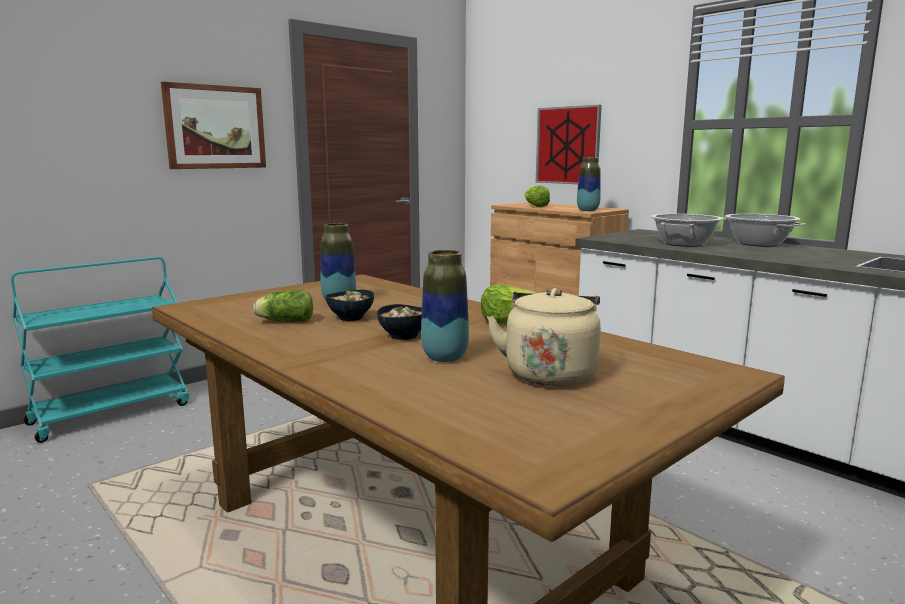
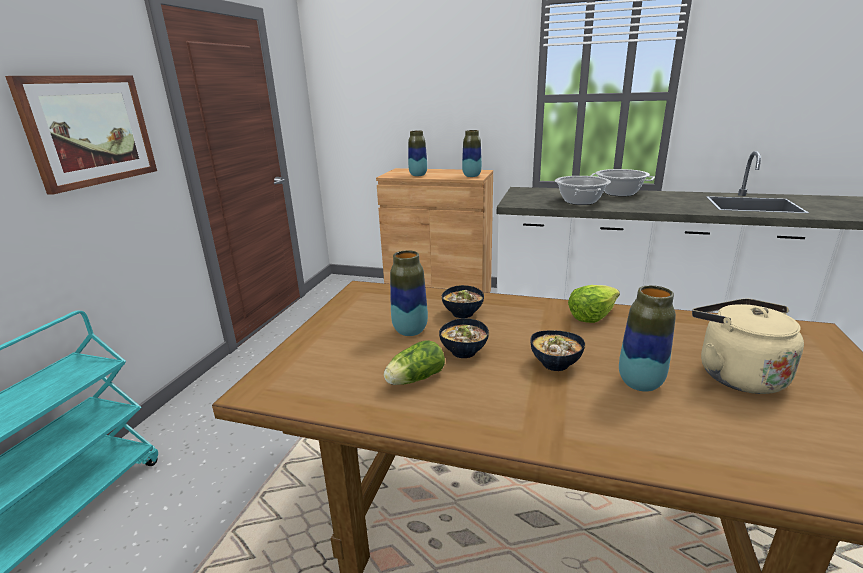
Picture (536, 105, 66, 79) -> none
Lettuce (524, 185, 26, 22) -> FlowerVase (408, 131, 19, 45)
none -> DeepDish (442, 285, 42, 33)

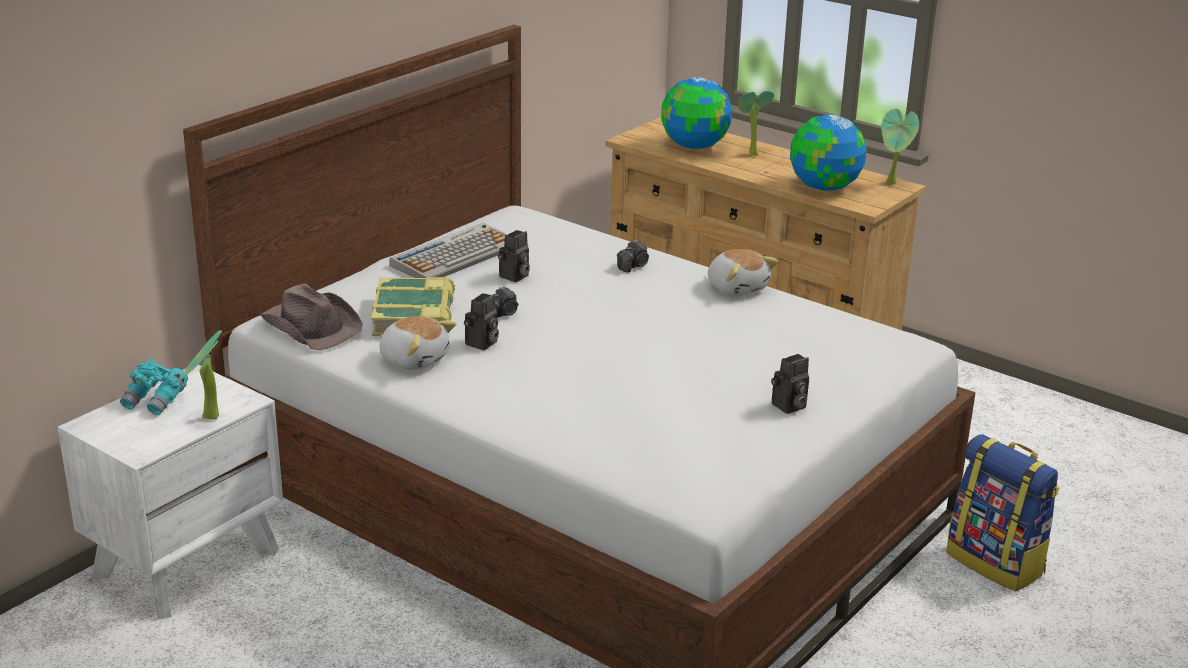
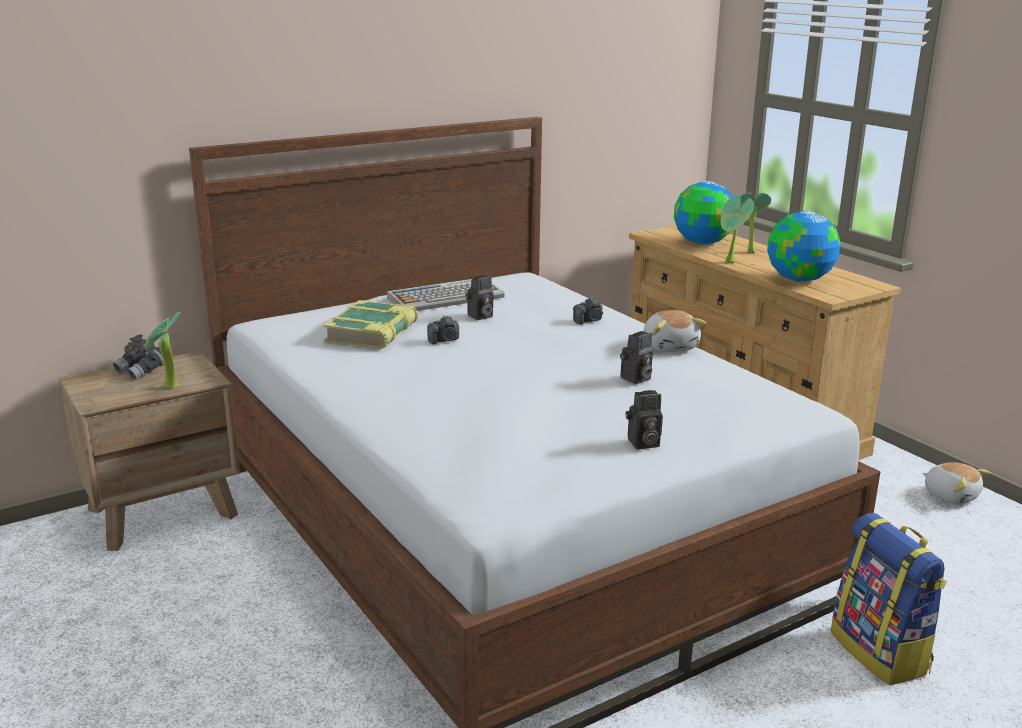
Houseplant (881, 109, 38, 76) -> Houseplant (721, 196, 33, 68), relocated
BrownColouredHat (260, 284, 103, 66) -> none
PhotoCamera (464, 293, 35, 57) -> PhotoCamera (620, 331, 33, 53), relocated
SoftToy (379, 316, 77, 54) -> SoftToy (923, 462, 68, 42), relocated
TurquoiseColouredBinoculars (120, 359, 68, 56) -> GreyishBinoculars (113, 334, 51, 46)
WhiteColouredNightTable (58, 365, 225, 254) -> BrownColouredNightTable (59, 351, 181, 200)

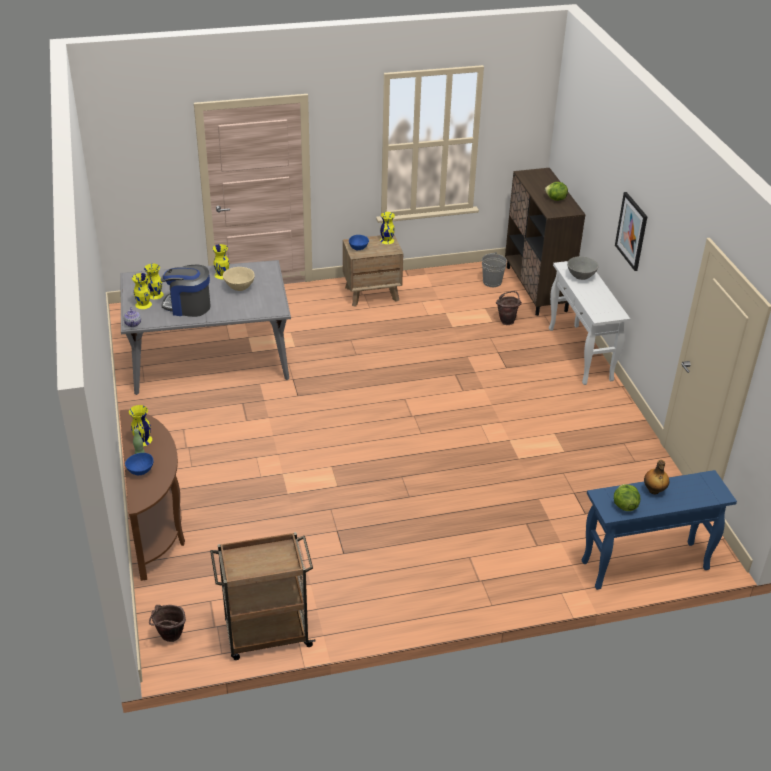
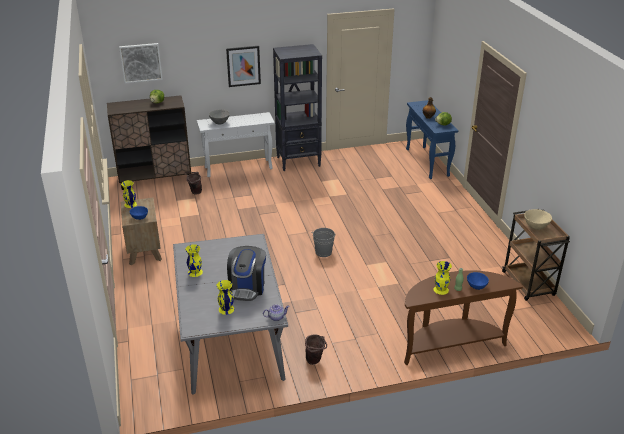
GreyishWaterBucket (482, 252, 25, 35) -> GreyishWaterBucket (311, 228, 25, 29), relocated
BeigeColouredDeepDish (223, 267, 32, 24) -> BeigeColouredDeepDish (524, 209, 28, 21), relocated
YellowishFlowerVase (132, 273, 20, 36) -> none
BrownColouredWaterBucket (149, 605, 37, 37) -> BrownColouredWaterBucket (305, 334, 22, 31), relocated
none -> Picture (119, 43, 44, 40)
none -> BlackishShelvingUnit (273, 44, 49, 127)

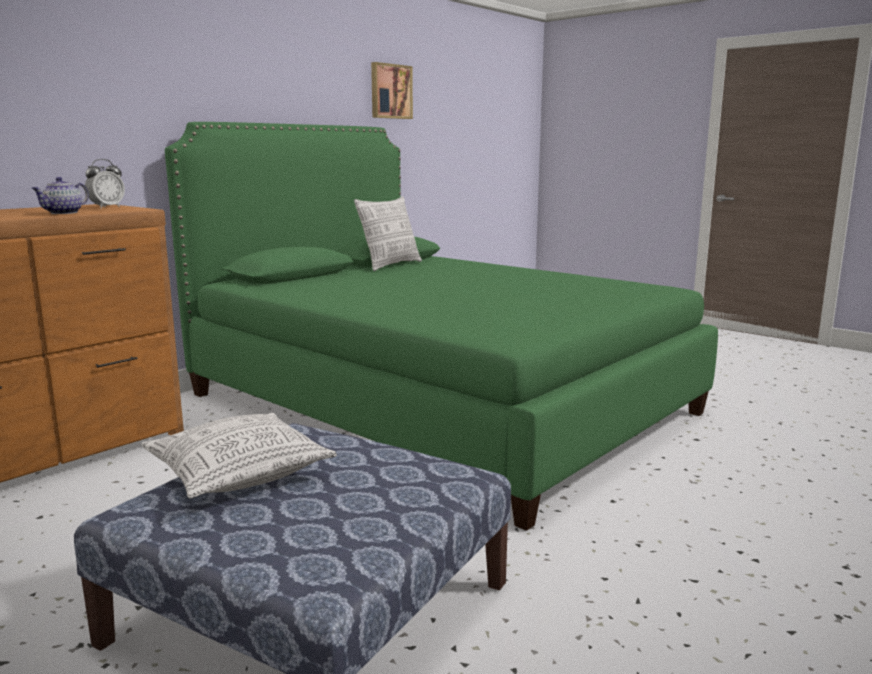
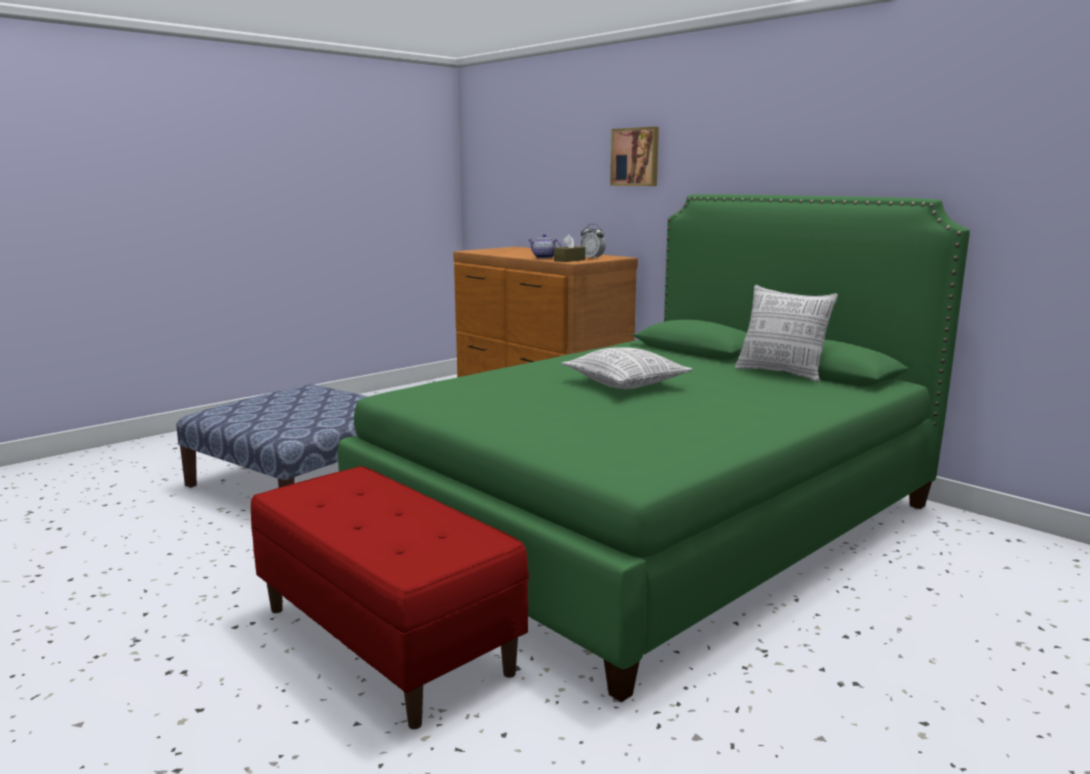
Picture (371, 62, 42, 57) -> Picture (610, 127, 49, 59), relocated
Cushion (141, 413, 196, 85) -> Cushion (562, 347, 131, 42), relocated
none -> BrownColouredTissueBox (554, 235, 31, 27)
none -> ReddishIndoorBench (251, 466, 278, 263)

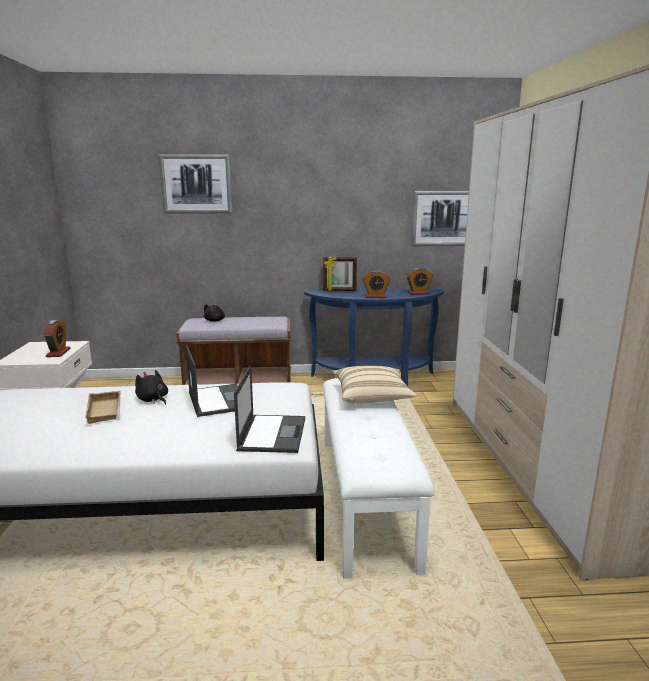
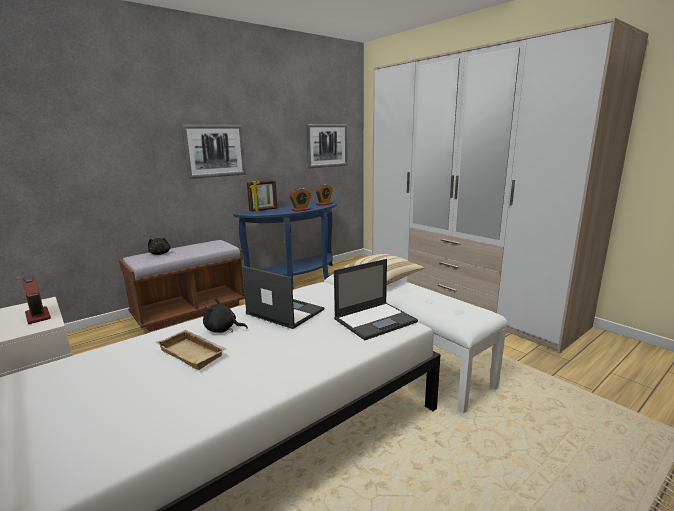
Picture (159, 154, 73, 60) -> Picture (181, 125, 65, 54), relocated
Laptop (234, 365, 71, 88) -> Laptop (334, 259, 84, 81), 90 degrees clockwise

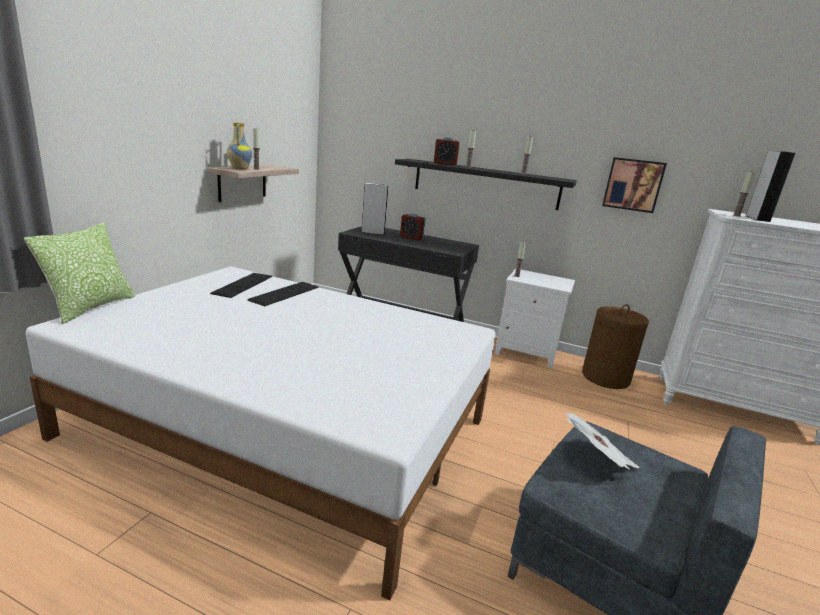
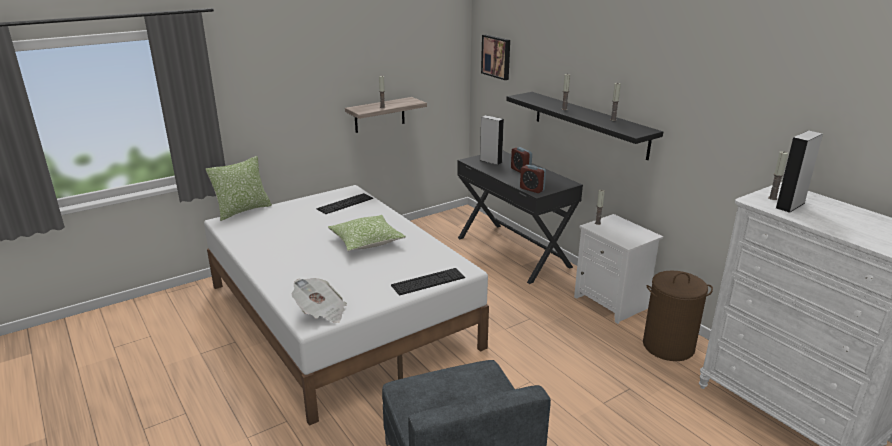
FlowerVase (227, 123, 25, 47) -> none
BedsideClock (434, 137, 26, 29) -> BedsideClock (520, 165, 26, 28), relocated
Picture (602, 157, 65, 56) -> Picture (481, 35, 29, 45), relocated
PcKeyboard (248, 282, 70, 24) -> PcKeyboard (391, 268, 74, 27), relocated
PrintedPaper (566, 413, 74, 57) -> PrintedPaper (292, 278, 55, 45), relocated
none -> Cushion (328, 215, 78, 36)

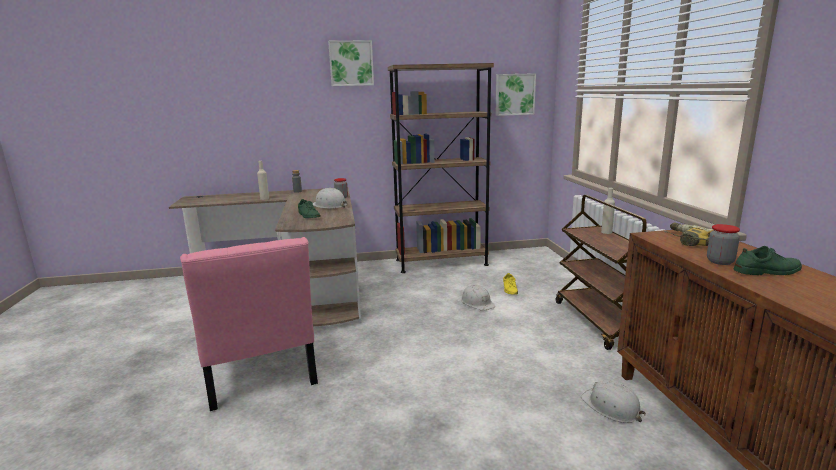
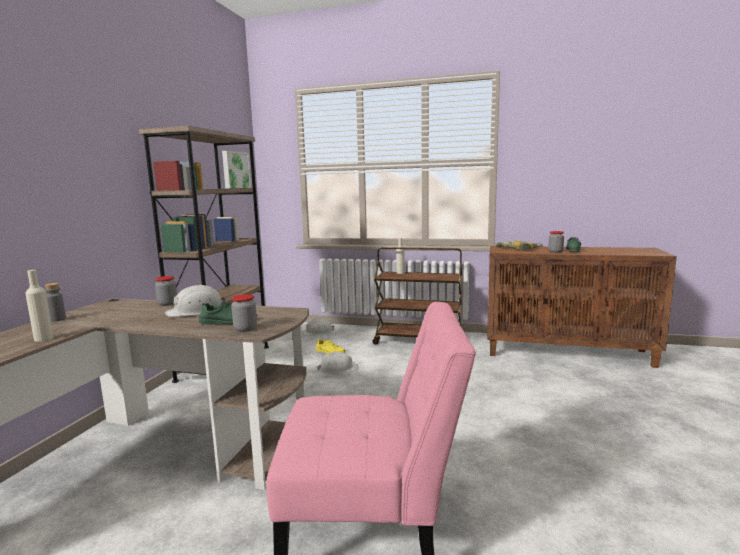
Picture (328, 40, 46, 46) -> none
WhiteColouredSafetyHelmet (581, 380, 65, 43) -> WhiteColouredSafetyHelmet (302, 318, 32, 17), relocated
none -> StorageJar (231, 294, 26, 38)

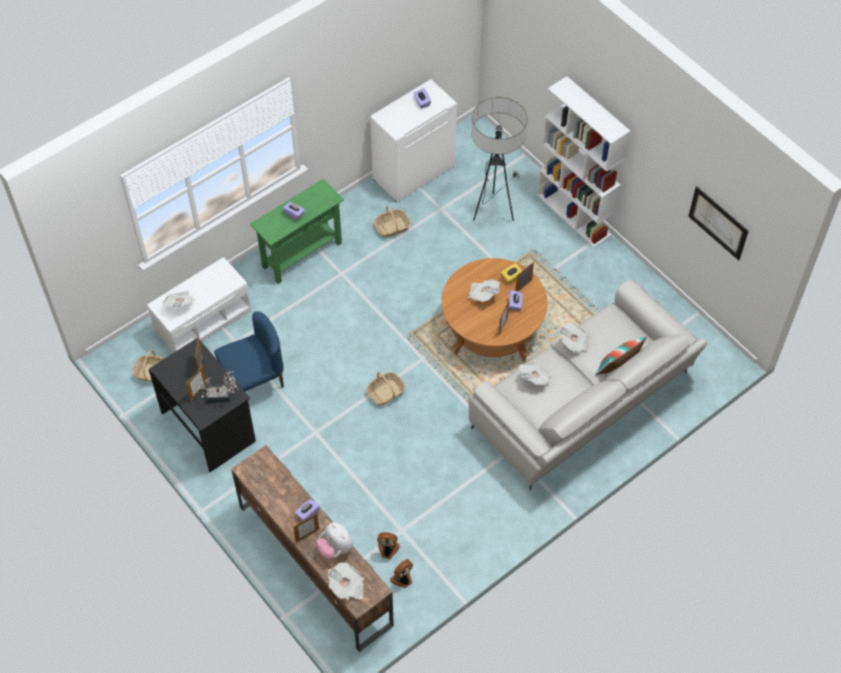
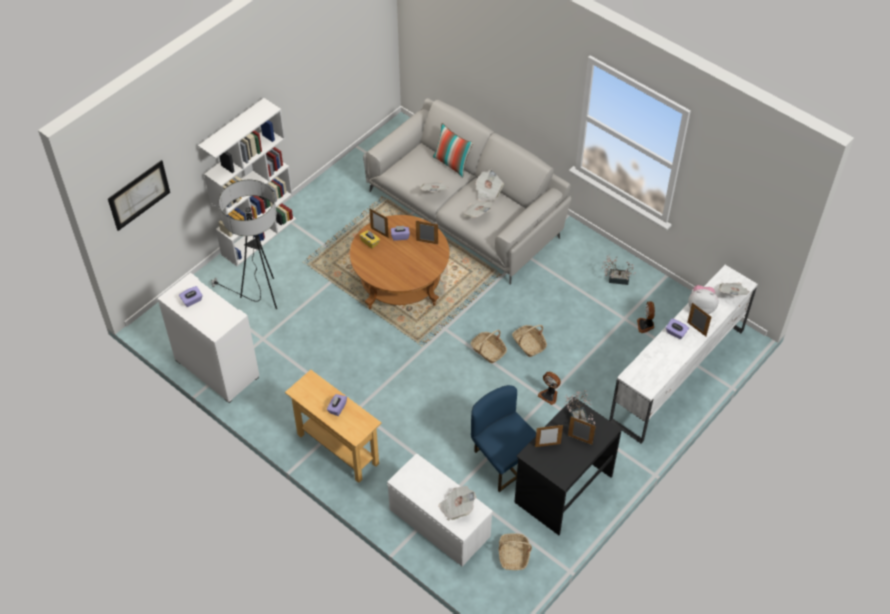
GreenHallTable (250, 179, 94, 105) -> BeigeColouredHallTable (285, 370, 97, 113)
Picture (688, 186, 60, 75) -> Picture (108, 160, 62, 71), relocated
StorageBasket (374, 205, 37, 32) -> StorageBasket (512, 325, 35, 32), relocated
PrintedPaper (468, 279, 32, 23) -> PrintedPaper (475, 170, 29, 31), relocated
BrownColouredTvStand (231, 445, 163, 207) -> WhiteColouredTvStand (609, 265, 149, 179)
SoftToy (316, 522, 37, 38) -> SoftToy (688, 285, 31, 29), 120 degrees counterclockwise
CoolingFan (390, 559, 23, 29) -> CoolingFan (538, 372, 23, 33), relocated
none -> Houseplant (602, 256, 34, 29)

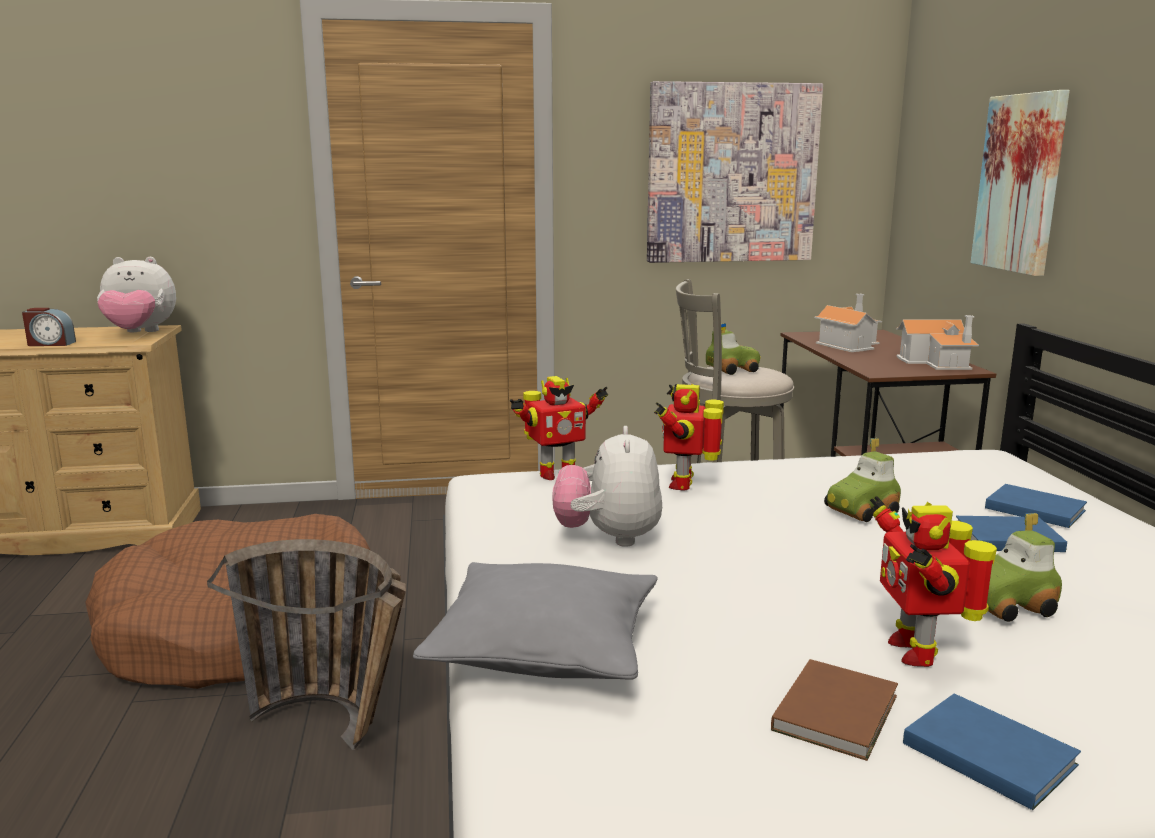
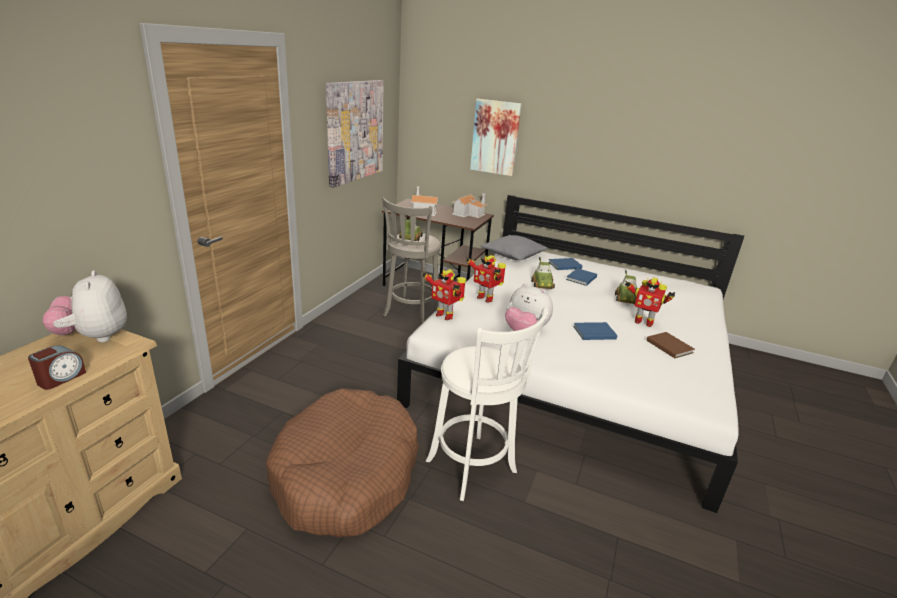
SoftToy (97, 257, 79, 75) -> SoftToy (43, 270, 84, 72), 135 degrees clockwise
RobotFigure (510, 376, 98, 104) -> RobotFigure (422, 269, 44, 51), 120 degrees clockwise
StorageBasket (207, 539, 199, 211) -> WhiteColouredStoolSeat (426, 307, 122, 194)
GreyishCushion (413, 562, 245, 118) -> GreyishCushion (481, 235, 67, 25), relocated
BluishBoundBook (903, 694, 178, 116) -> BluishBoundBook (573, 322, 44, 18), relocated

